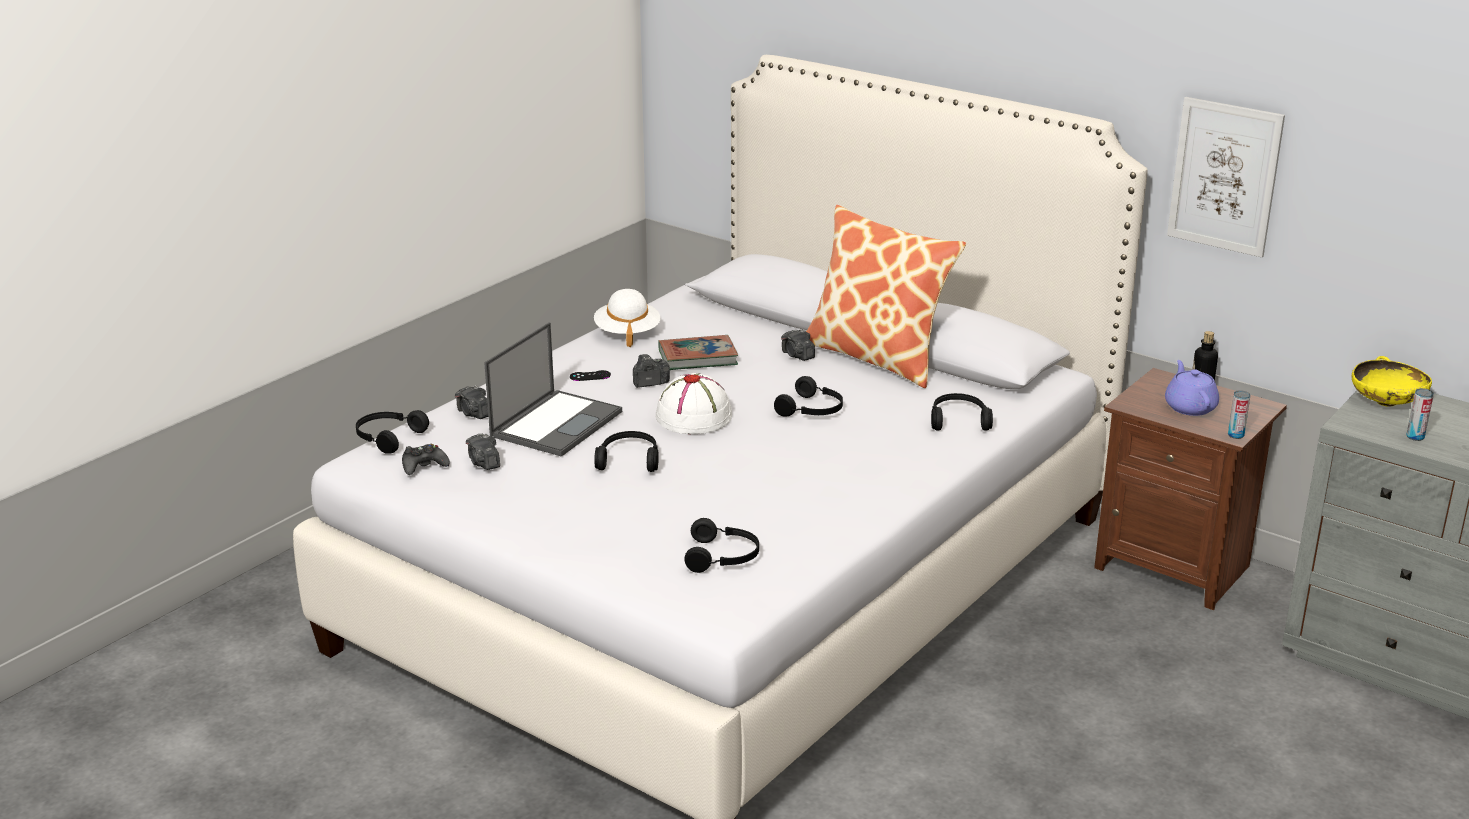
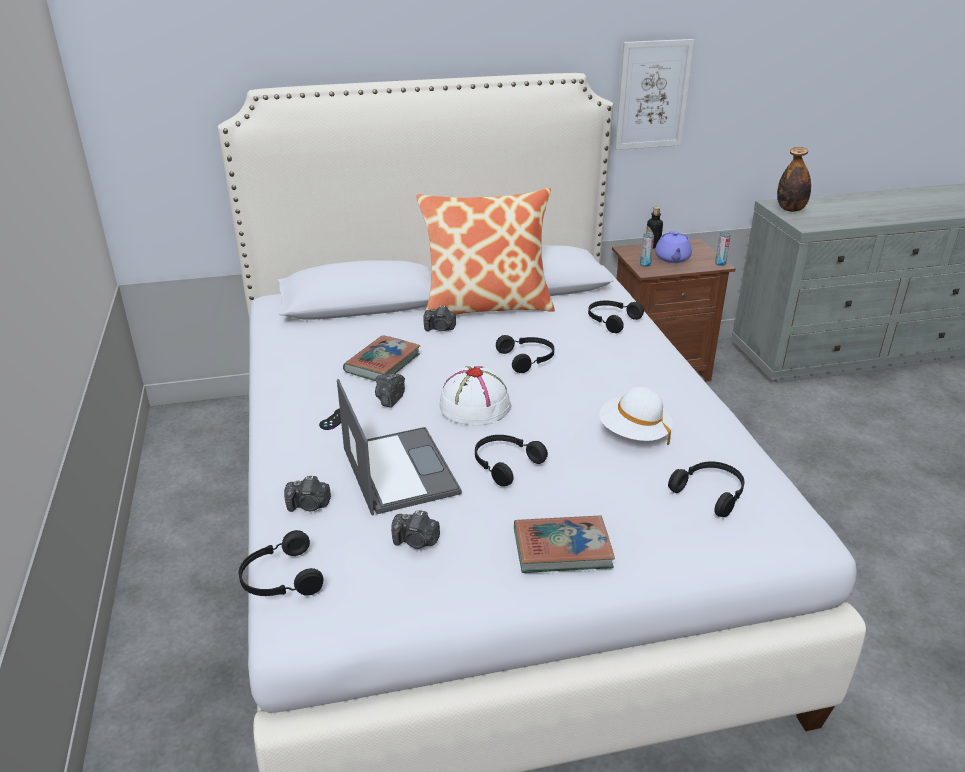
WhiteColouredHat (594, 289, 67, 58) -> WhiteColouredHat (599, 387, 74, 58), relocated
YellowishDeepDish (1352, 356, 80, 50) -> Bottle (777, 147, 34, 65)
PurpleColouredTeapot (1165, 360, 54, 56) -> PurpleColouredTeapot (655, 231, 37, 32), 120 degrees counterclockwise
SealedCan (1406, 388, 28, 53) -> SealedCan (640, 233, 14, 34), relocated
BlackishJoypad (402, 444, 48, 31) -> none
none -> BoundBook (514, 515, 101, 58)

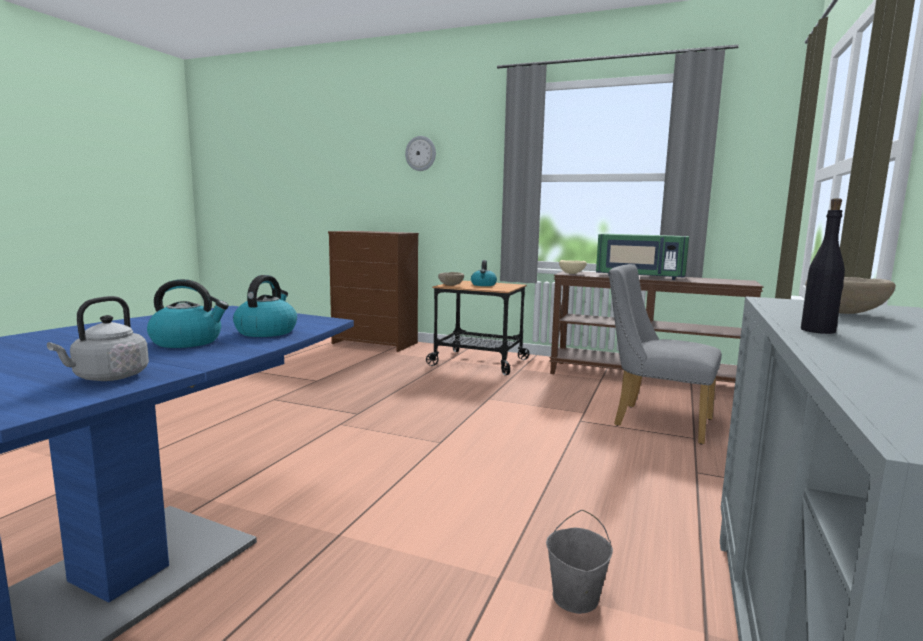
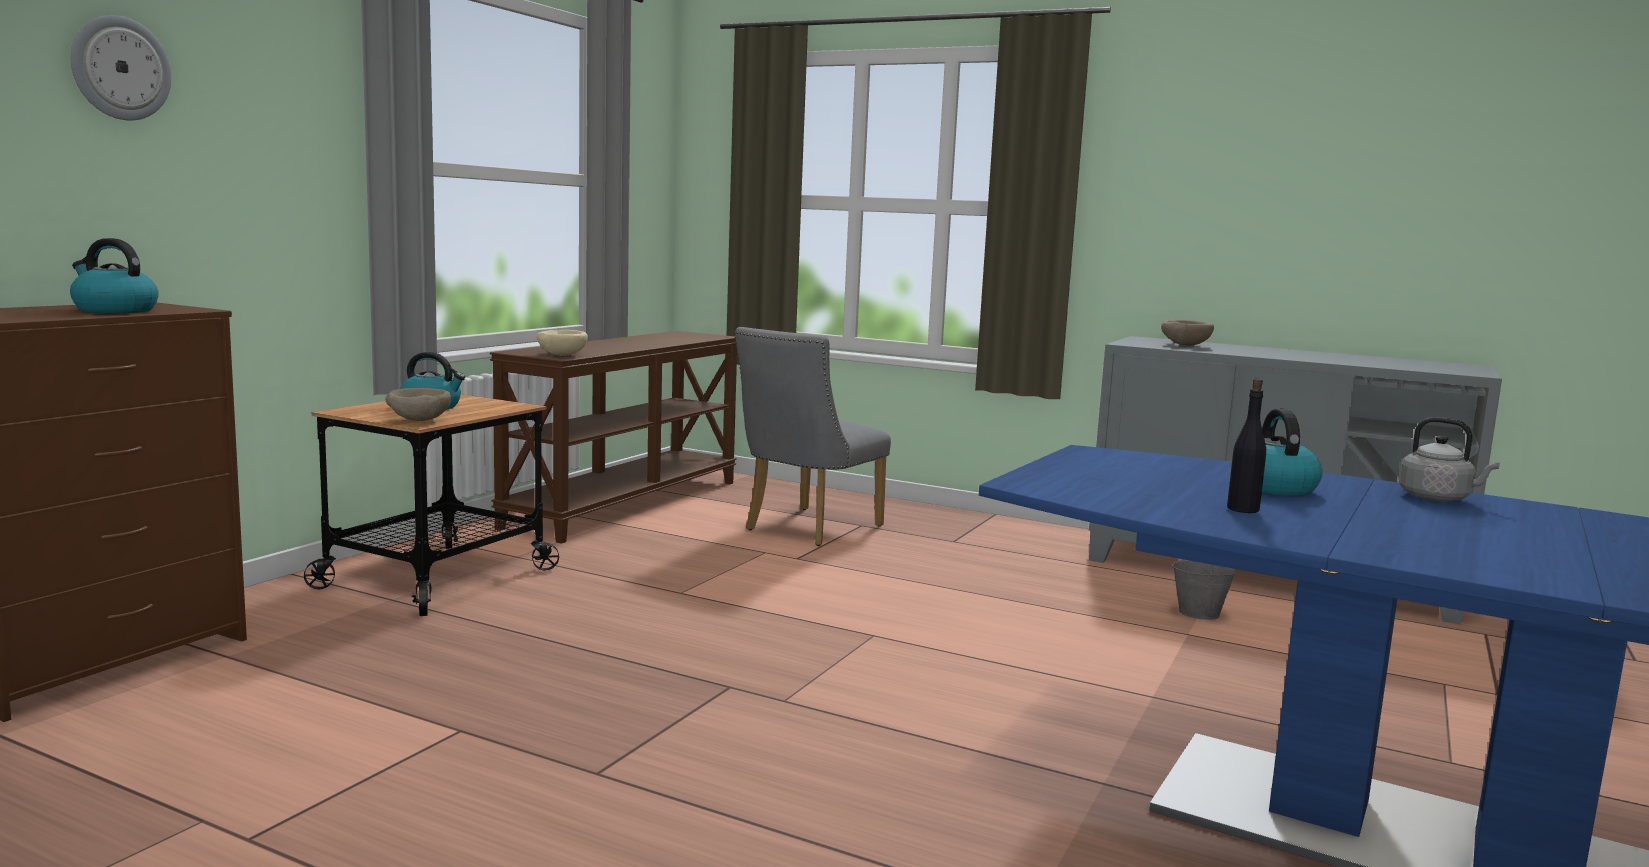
BlackishBottle (801, 198, 44, 136) -> BlackishBottle (1227, 379, 39, 134), relocated
GreenMicrowaveOven (596, 234, 93, 46) -> none
Kettle (233, 275, 64, 62) -> Kettle (70, 238, 89, 75), relocated

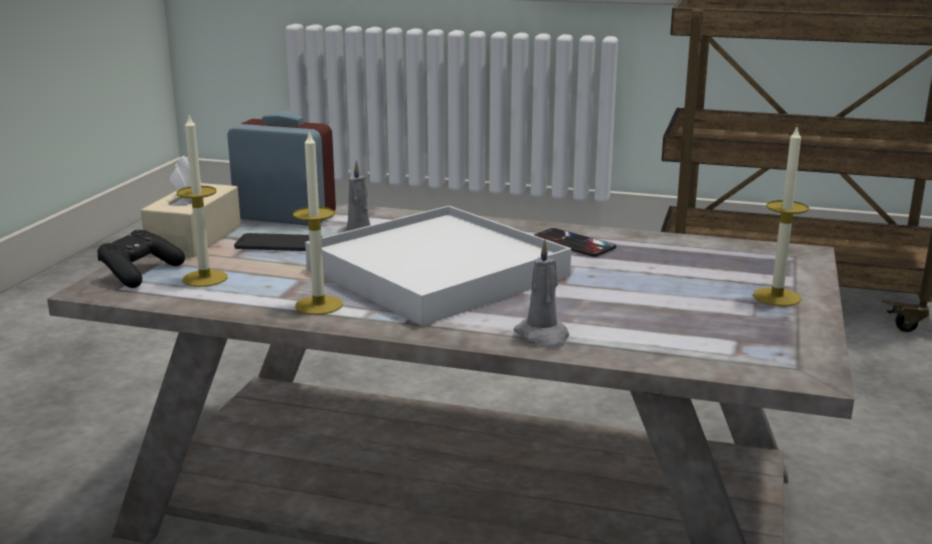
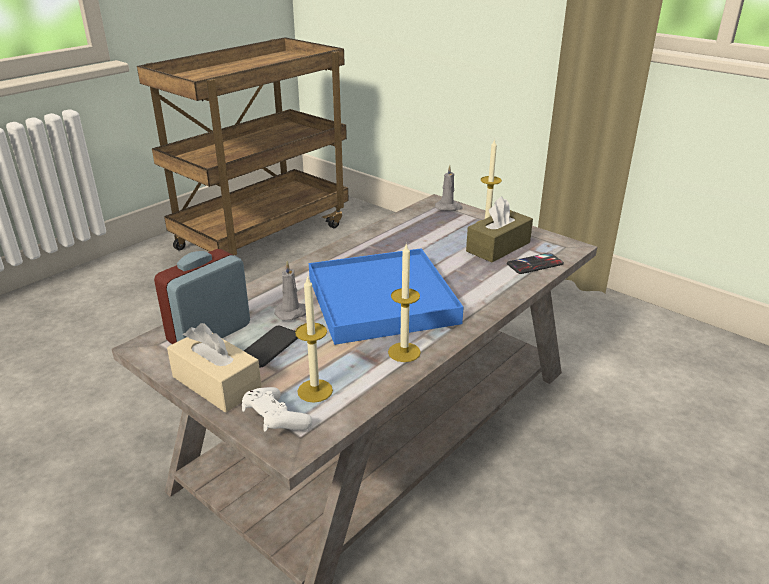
WhiteColouredServingTray (305, 206, 266, 120) -> BluishServingTray (309, 248, 155, 97)
Handset (534, 228, 82, 29) -> Handset (507, 253, 57, 21), relocated
BlackishJoypad (97, 230, 88, 58) -> WhiteColouredJoypad (242, 387, 71, 45)
GreyishWaxLight (513, 239, 56, 110) -> GreyishWaxLight (435, 165, 28, 46), relocated
none -> BrownColouredTissueBox (466, 197, 67, 66)

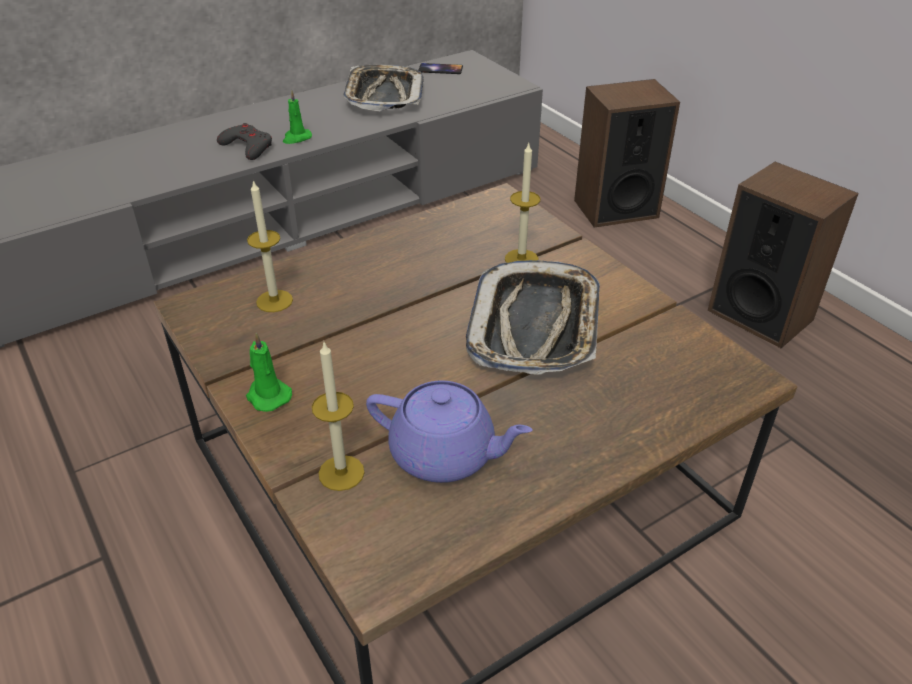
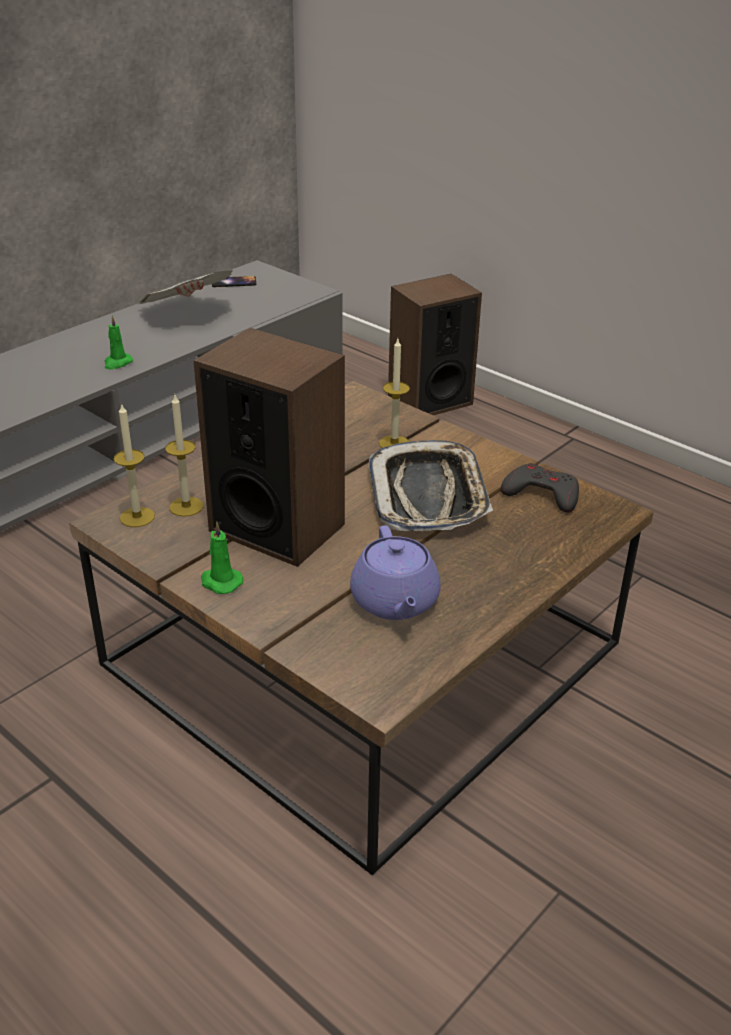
ServingTray (343, 65, 80, 46) -> PrintedPaper (139, 270, 93, 34)
GreyishJoypad (217, 123, 55, 37) -> GreyishJoypad (501, 463, 78, 49), relocated
Loudspeaker (707, 162, 152, 186) -> Loudspeaker (193, 328, 152, 239), relocated
WaxLight (312, 343, 53, 148) -> WaxLight (114, 403, 41, 124), relocated
PurpleColouredTeapot (366, 380, 166, 103) -> PurpleColouredTeapot (350, 525, 90, 95), 75 degrees clockwise

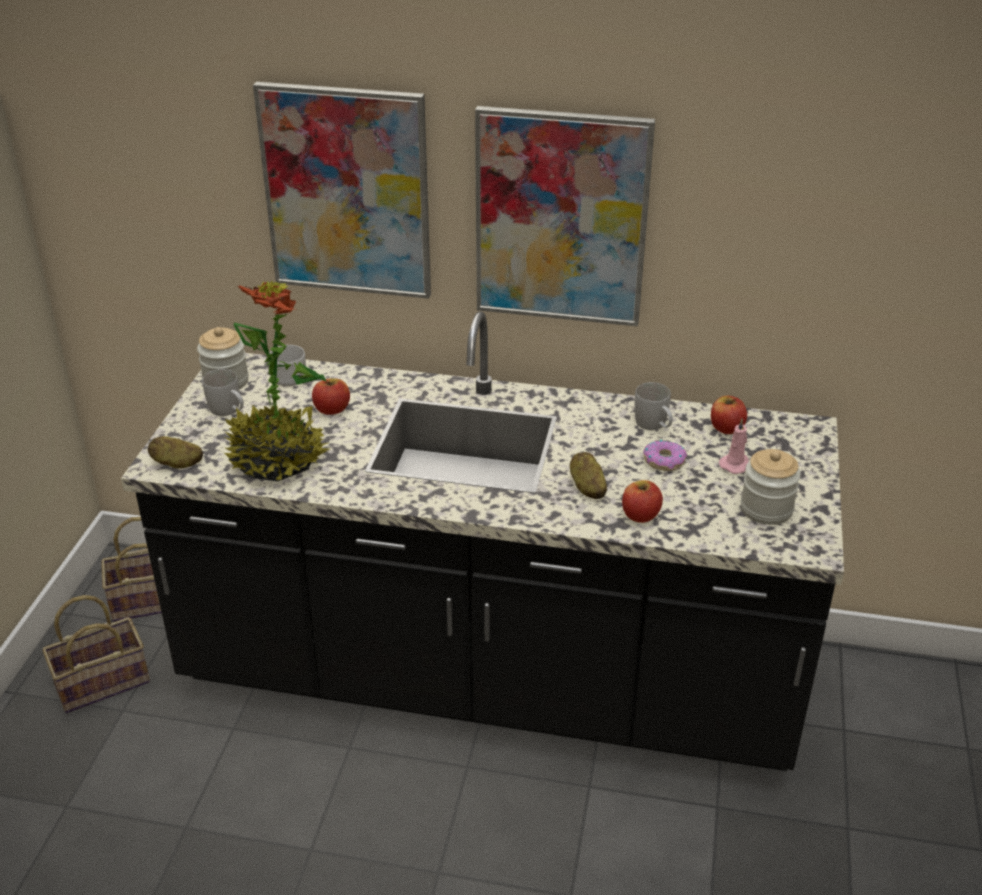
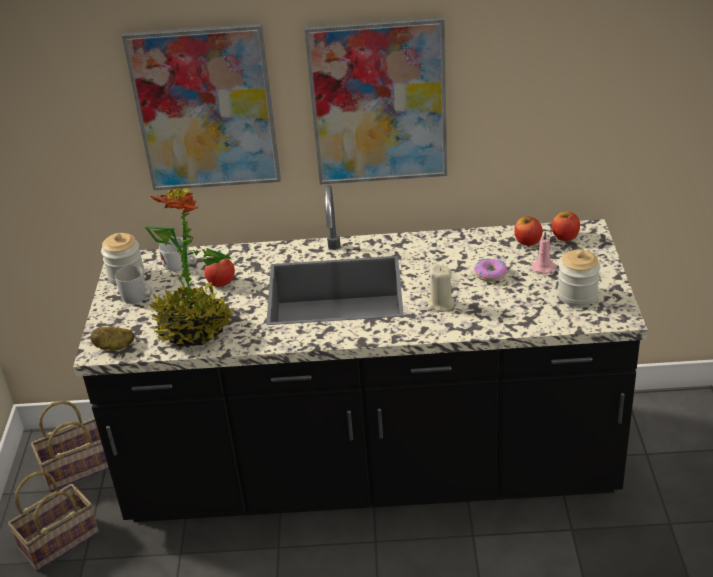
WhiteColouredTeaMug (635, 382, 38, 48) -> none
WholePotato (570, 452, 37, 47) -> BeigeColouredWaxLight (427, 265, 27, 47)
Apple (622, 480, 41, 43) -> Apple (552, 212, 28, 29), relocated

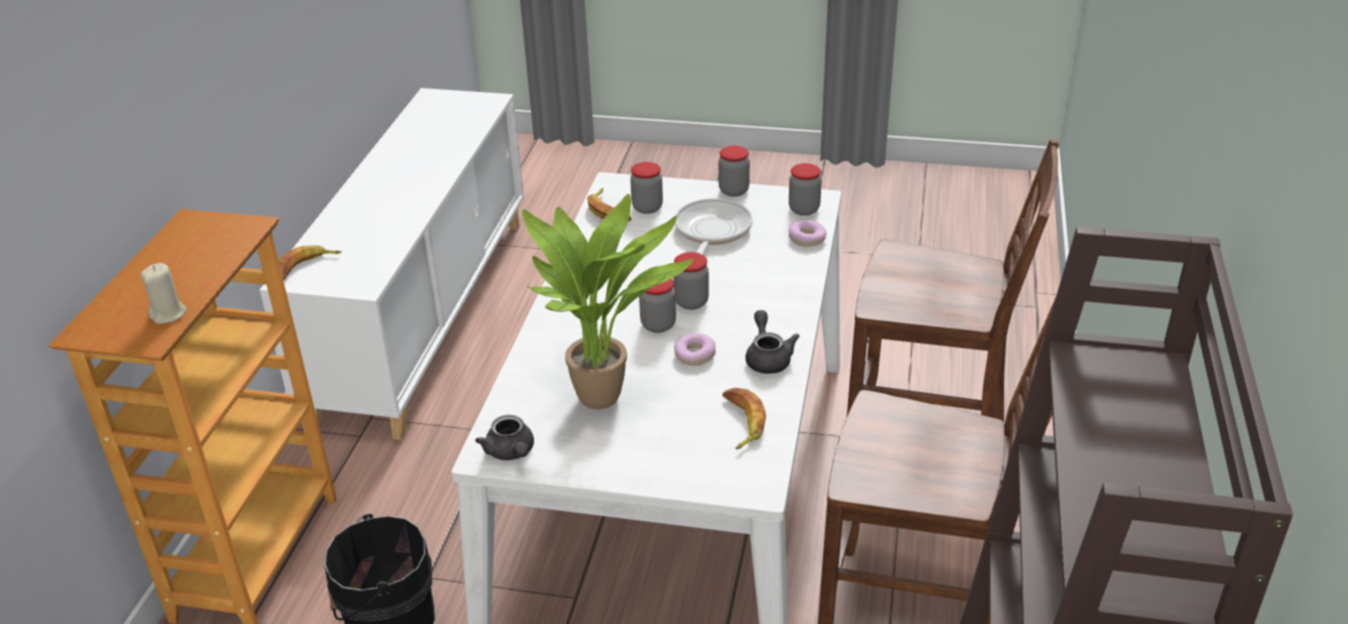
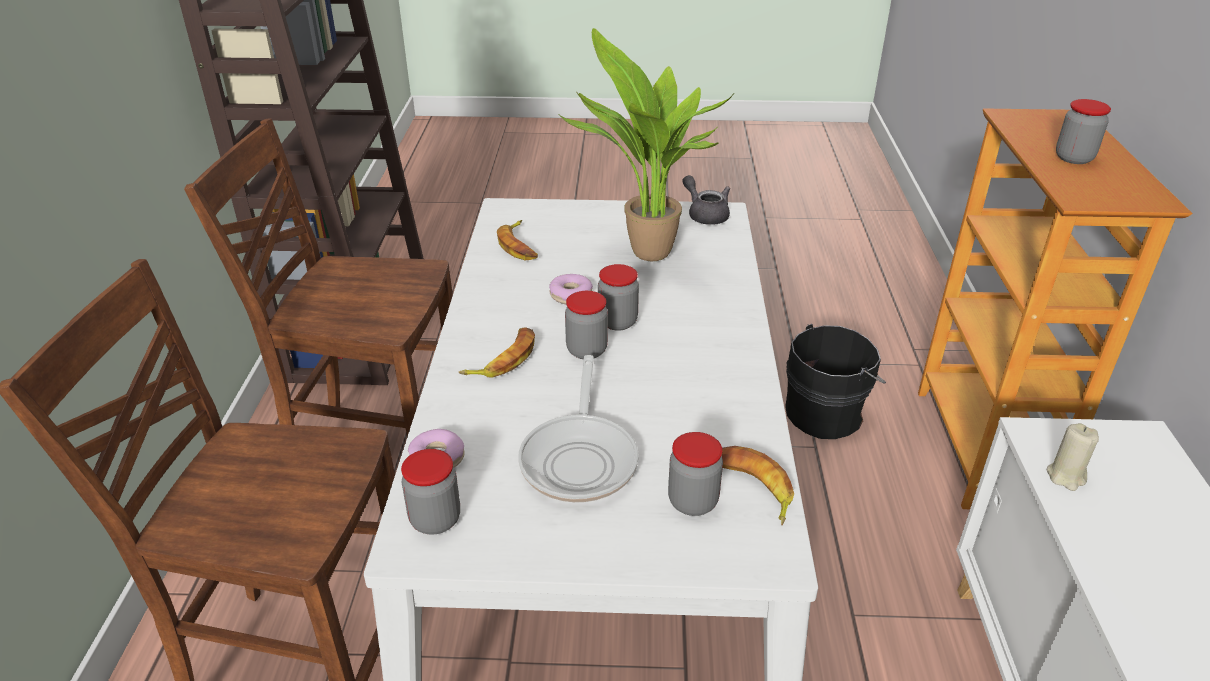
StorageJar (718, 146, 32, 51) -> StorageJar (1056, 99, 55, 65), relocated
Banana (279, 246, 63, 34) -> Banana (459, 327, 76, 51), relocated
BeigeColouredWaxLight (141, 263, 46, 61) -> BeigeColouredWaxLight (1046, 423, 53, 68), relocated
GreyishTeapot (746, 310, 54, 64) -> none

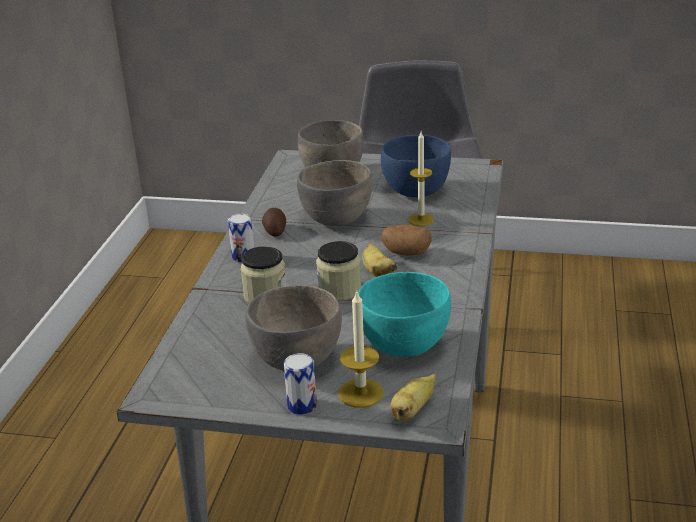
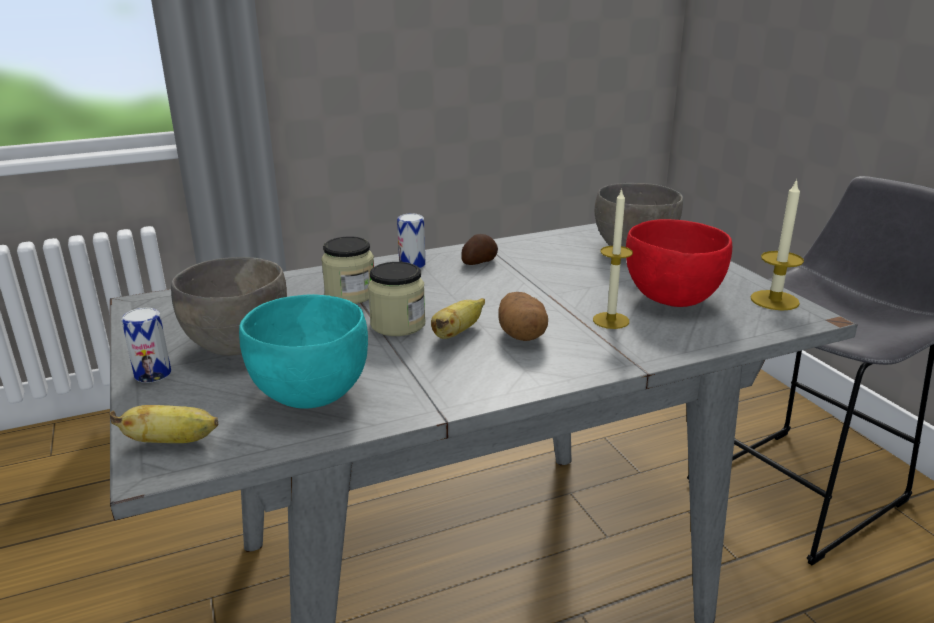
BluishDeepDish (381, 135, 70, 62) -> ReddishDeepDish (626, 219, 106, 88)
GreyishDeepDish (297, 160, 75, 66) -> none
WaxLight (338, 290, 45, 118) -> WaxLight (751, 179, 53, 132), relocated

